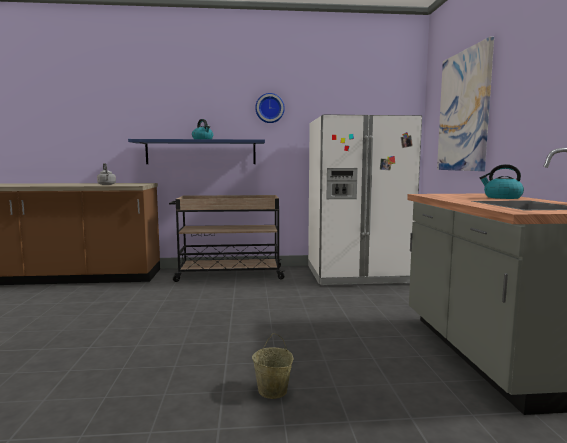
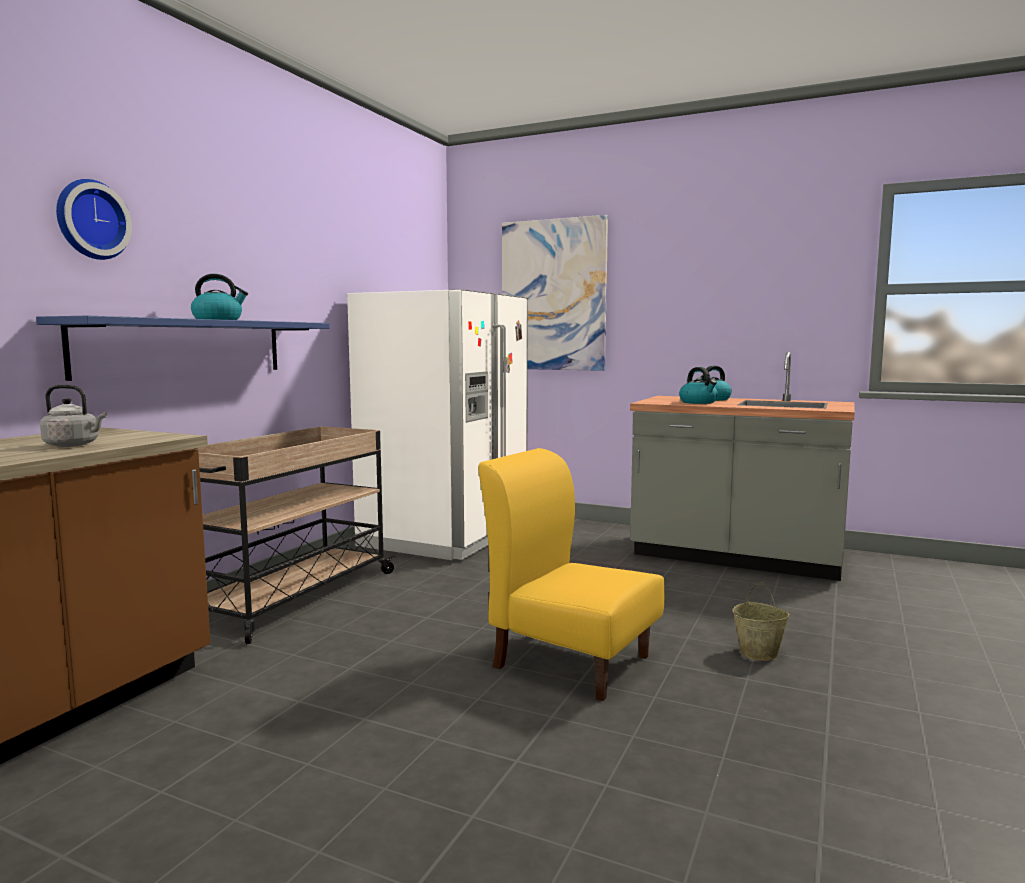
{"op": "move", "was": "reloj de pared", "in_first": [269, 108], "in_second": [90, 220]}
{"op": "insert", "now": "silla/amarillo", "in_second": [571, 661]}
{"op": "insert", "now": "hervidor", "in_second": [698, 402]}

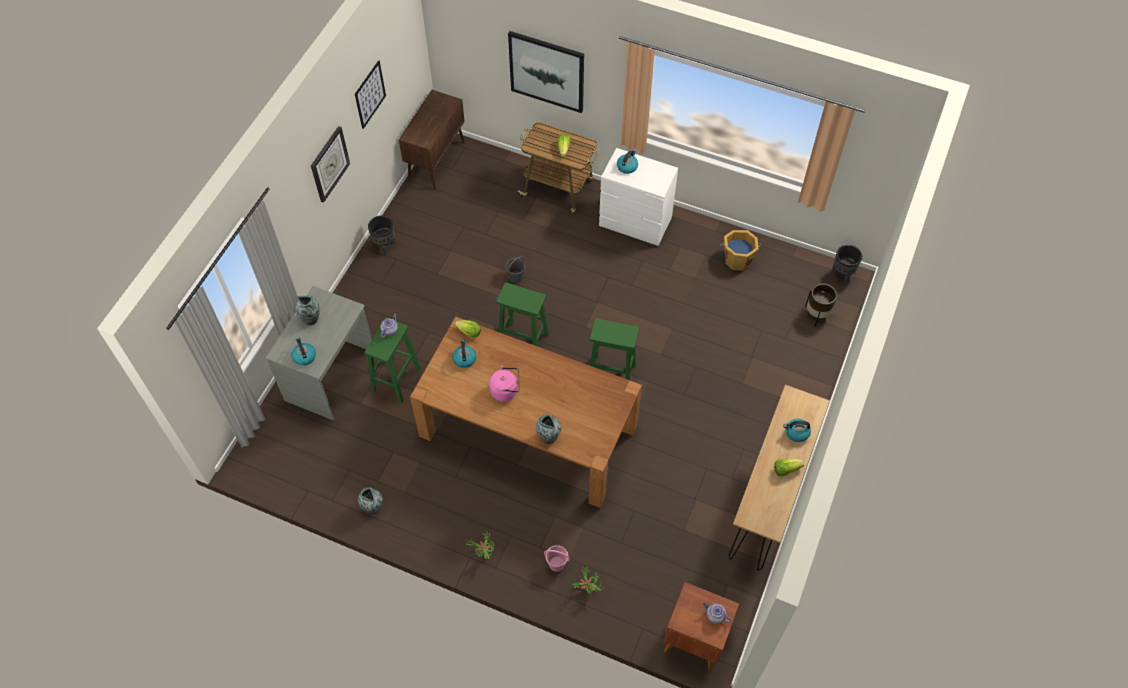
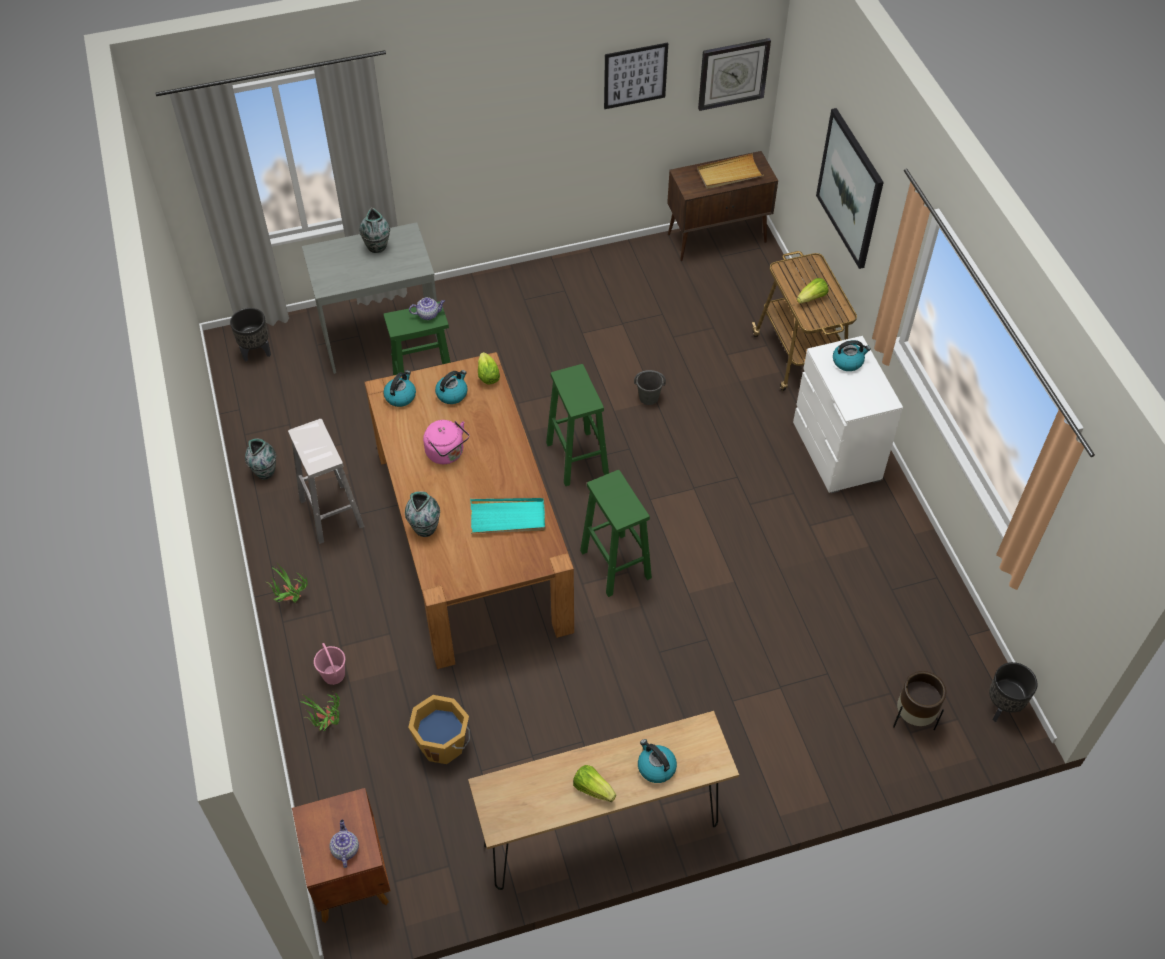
{"op": "move", "was": "maceta/negro", "in_first": [385, 246], "in_second": [256, 352]}
{"op": "insert", "now": "taburete/blanco", "in_second": [331, 512]}
{"op": "move", "was": "hervidor", "in_first": [304, 356], "in_second": [400, 396]}
{"op": "move", "was": "cubo/naranja", "in_first": [737, 259], "in_second": [443, 742]}
{"op": "insert", "now": "bandeja/turquesa", "in_second": [508, 517]}
{"op": "insert", "now": "bandeja/beis", "in_second": [729, 174]}
{"op": "move", "was": "reloj de pared", "in_first": [329, 164], "in_second": [733, 73]}

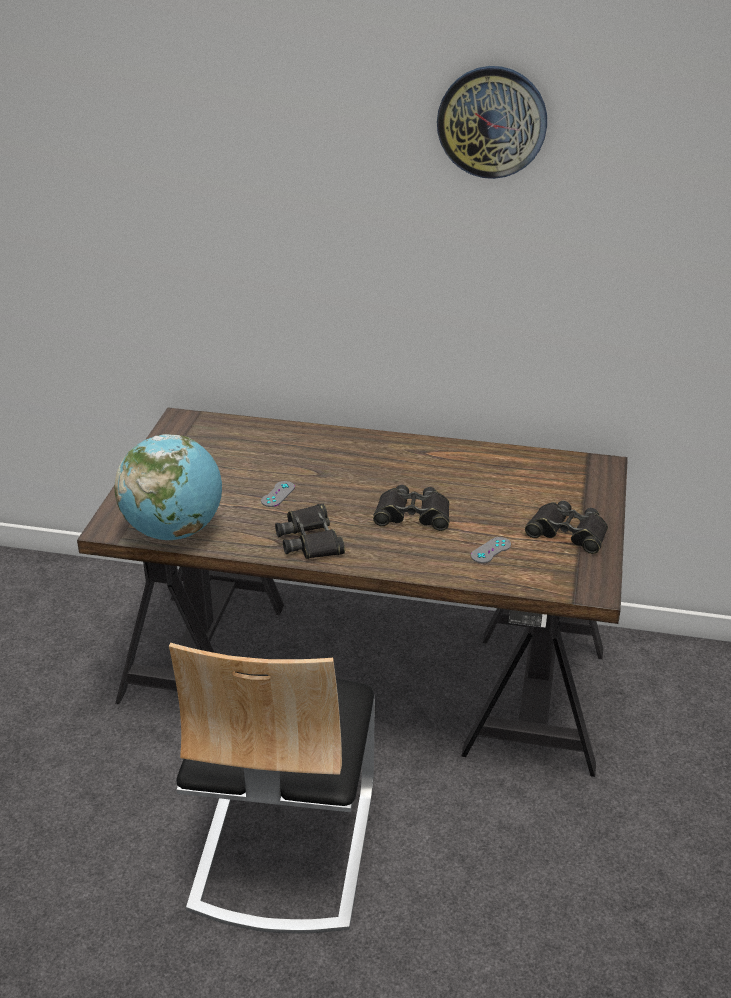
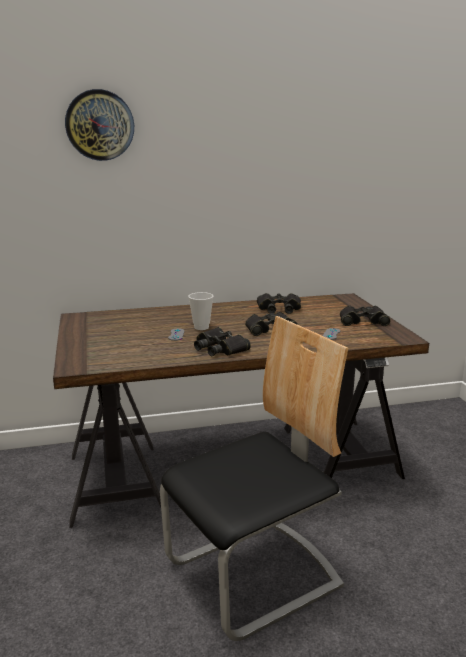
{"op": "move", "was": "reloj de pared", "in_first": [492, 122], "in_second": [100, 125]}
{"op": "rotate", "was": "silla", "in_first": [283, 846], "in_second": [254, 575], "clockwise": -105}
{"op": "insert", "now": "taza", "in_second": [201, 327]}
{"op": "insert", "now": "prismáticos/negro", "in_second": [279, 308]}
{"op": "delete", "was": "globo terráqueo", "in_first": [174, 530]}

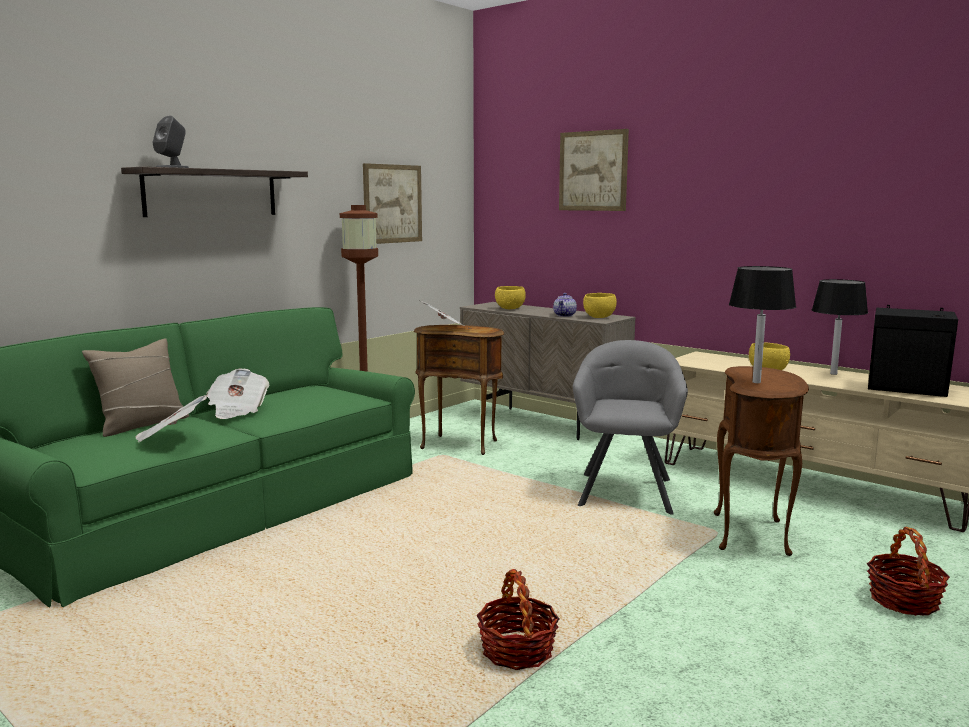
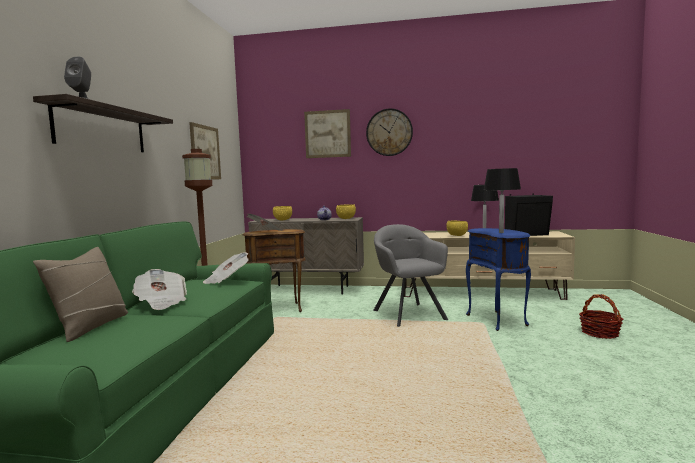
{"op": "move", "was": "periódico", "in_first": [170, 438], "in_second": [227, 280]}
{"op": "insert", "now": "reloj de pared", "in_second": [389, 132]}
{"op": "recolor", "was": "mesa auxiliar/marrón", "now": "mesa auxiliar/azul", "in_first": [754, 535], "in_second": [498, 320]}
{"op": "delete", "was": "cesta", "in_first": [517, 651]}

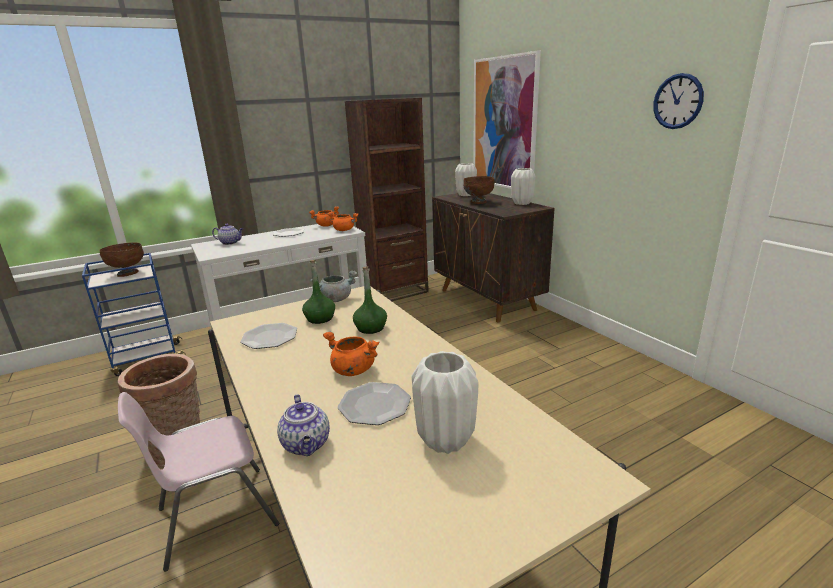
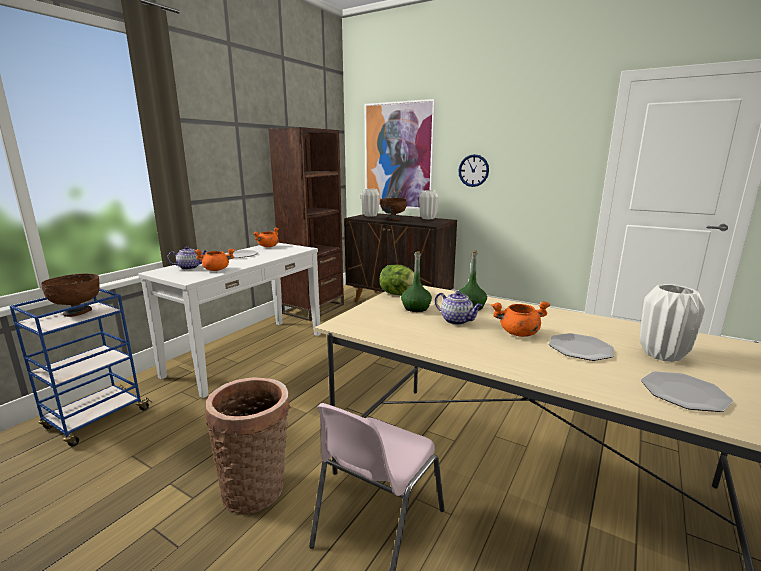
{"op": "move", "was": "olla/naranja", "in_first": [344, 230], "in_second": [217, 270]}
{"op": "replace", "was": "olla/gris", "now": "lechuga", "in_first": [336, 299], "in_second": [398, 294]}
{"op": "move", "was": "tetera", "in_first": [307, 445], "in_second": [457, 321]}
{"op": "move", "was": "reloj de pared", "in_first": [678, 101], "in_second": [473, 170]}
{"op": "move", "was": "plato", "in_first": [269, 337], "in_second": [684, 393]}

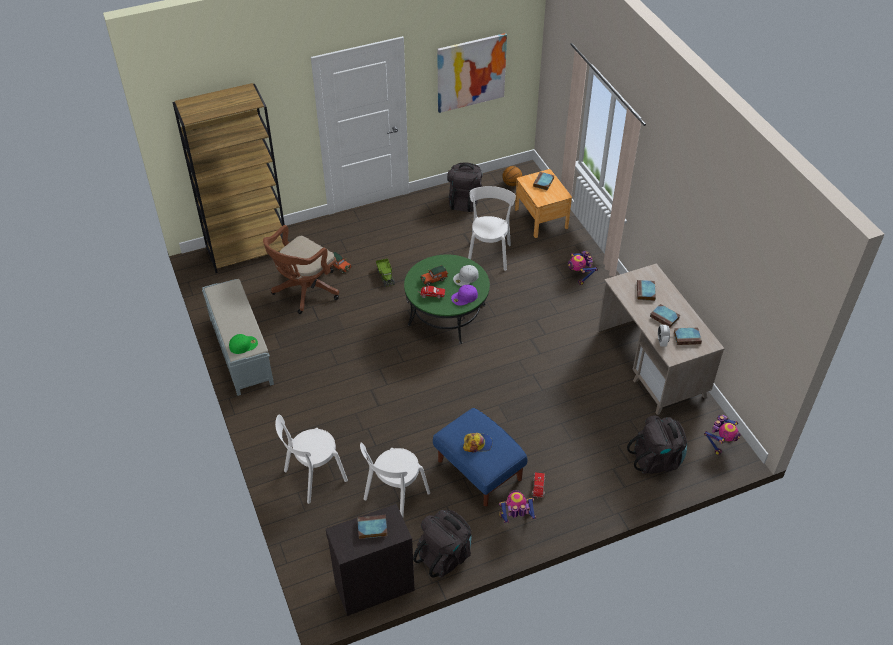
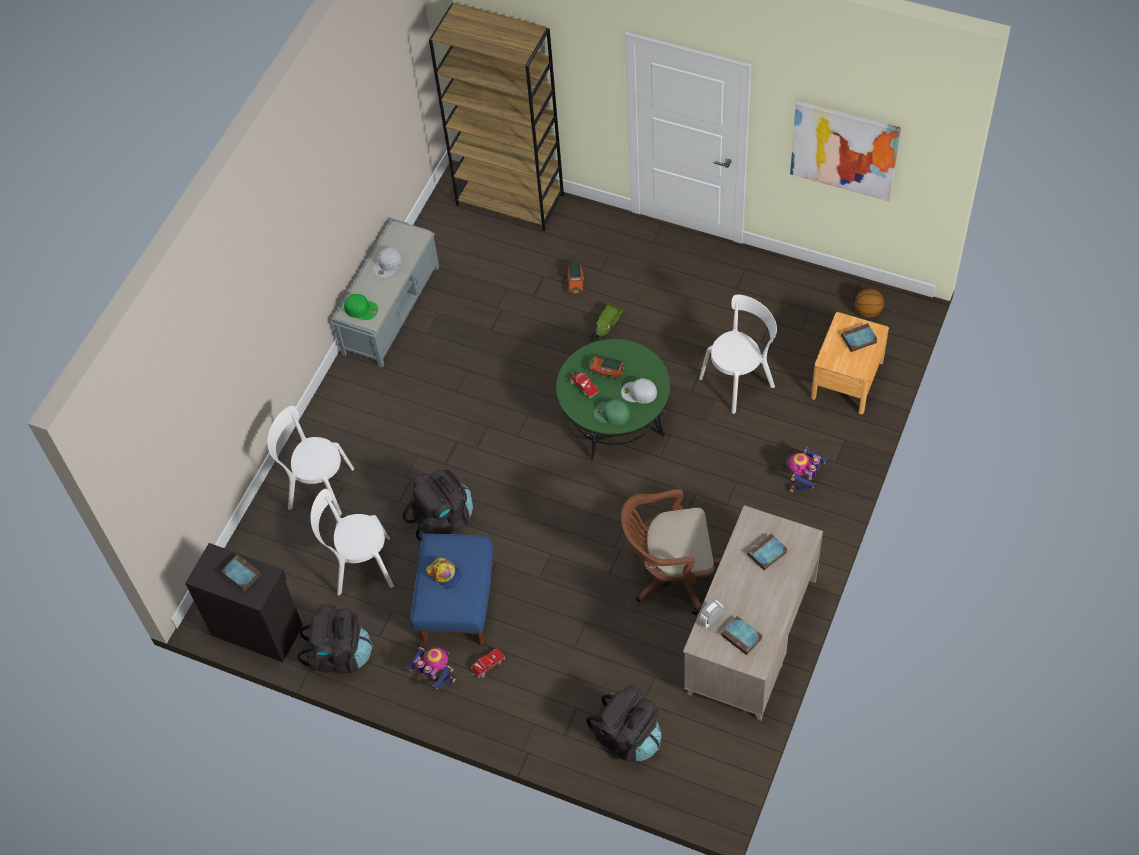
{"op": "insert", "now": "gorra/blanco", "in_second": [388, 265]}
{"op": "move", "was": "mochila/negro", "in_first": [464, 201], "in_second": [443, 519]}
{"op": "recolor", "was": "gorra/morado", "now": "gorra/verde", "in_first": [464, 297], "in_second": [611, 413]}
{"op": "move", "was": "silla de oficina/marrón", "in_first": [304, 291], "in_second": [670, 573]}
{"op": "delete", "was": "libro", "in_first": [665, 317]}
{"op": "delete", "was": "robot de juguete", "in_first": [720, 442]}

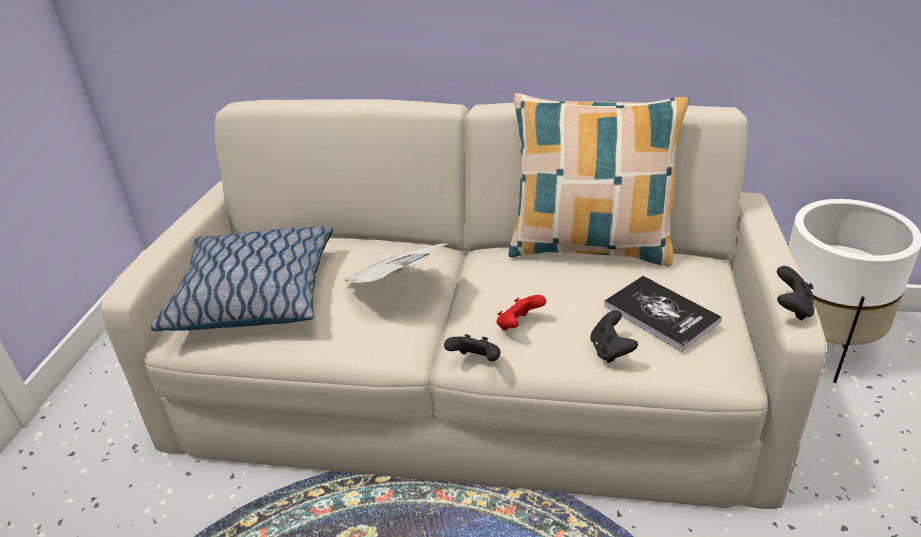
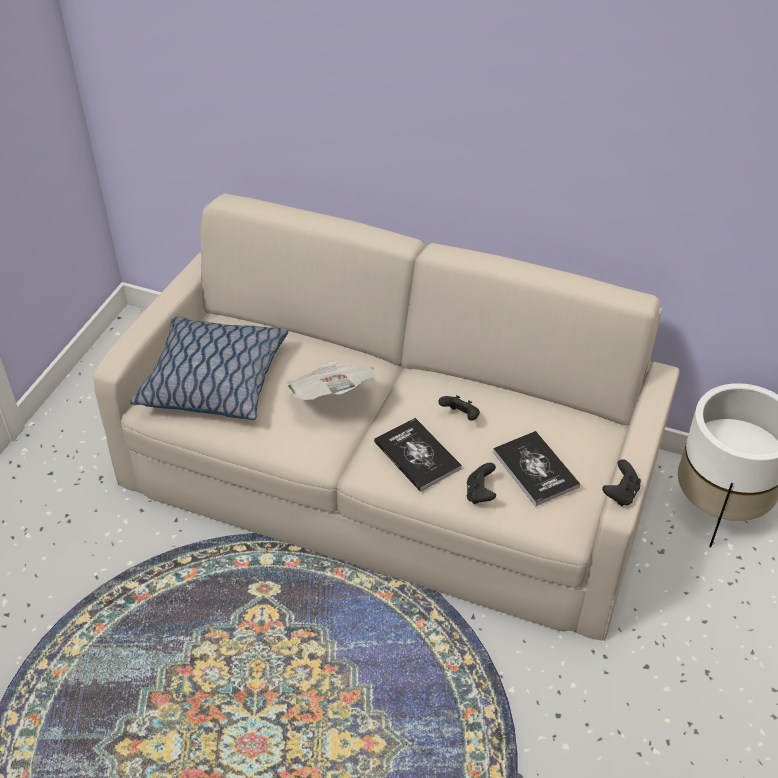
{"op": "replace", "was": "mando de consola/rojo", "now": "libro", "in_first": [518, 325], "in_second": [417, 455]}
{"op": "move", "was": "mando de consola/negro", "in_first": [476, 361], "in_second": [460, 417]}
{"op": "delete", "was": "cojín", "in_first": [590, 247]}

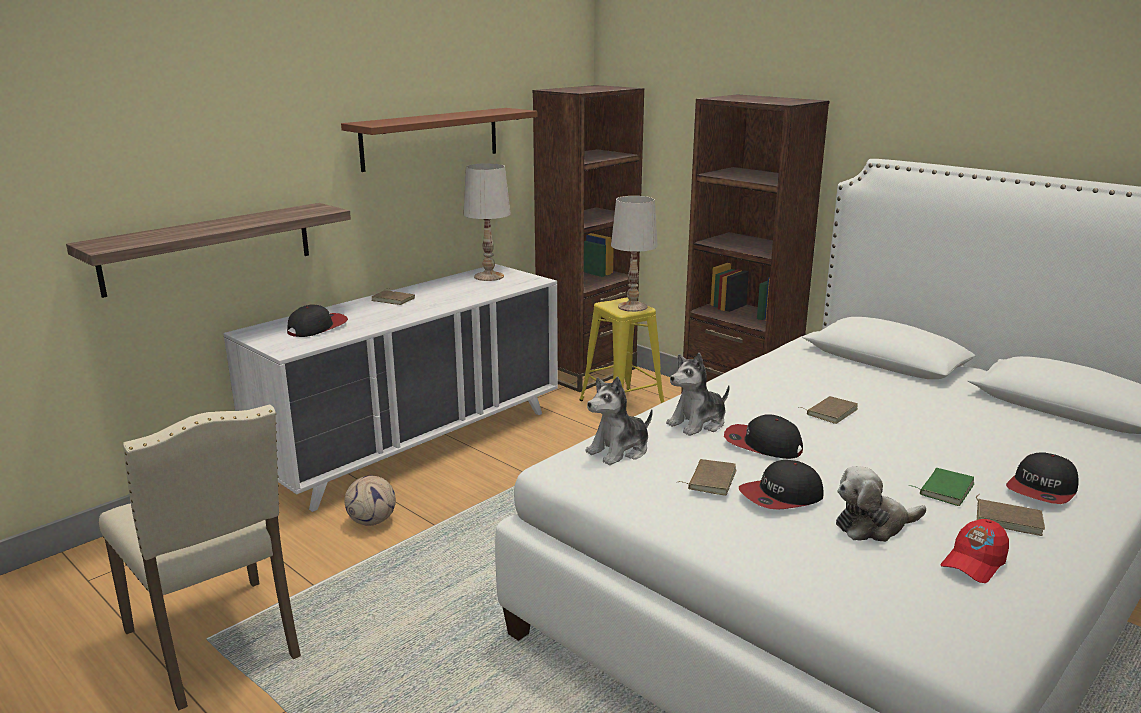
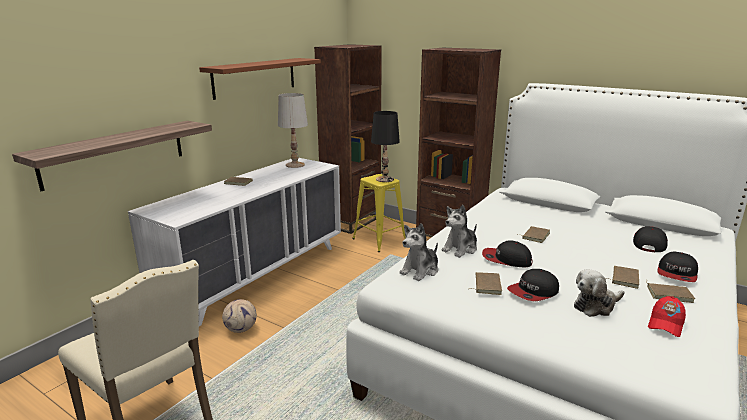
{"op": "recolor", "was": "lámpara de mesa/blanco", "now": "lámpara de mesa/negro", "in_first": [632, 307], "in_second": [385, 179]}
{"op": "recolor", "was": "libro/verde", "now": "libro/marrón", "in_first": [944, 489], "in_second": [623, 278]}
{"op": "move", "was": "gorra", "in_first": [317, 327], "in_second": [649, 243]}

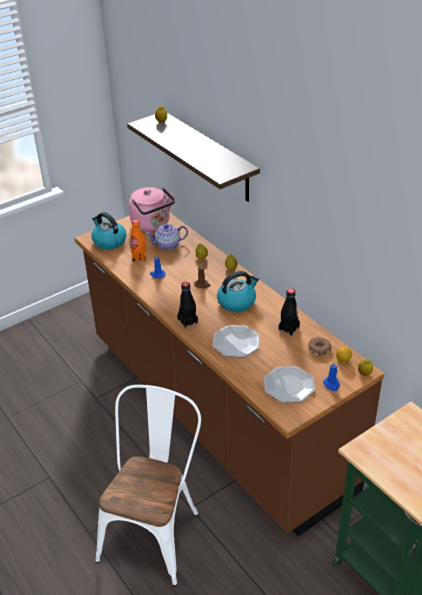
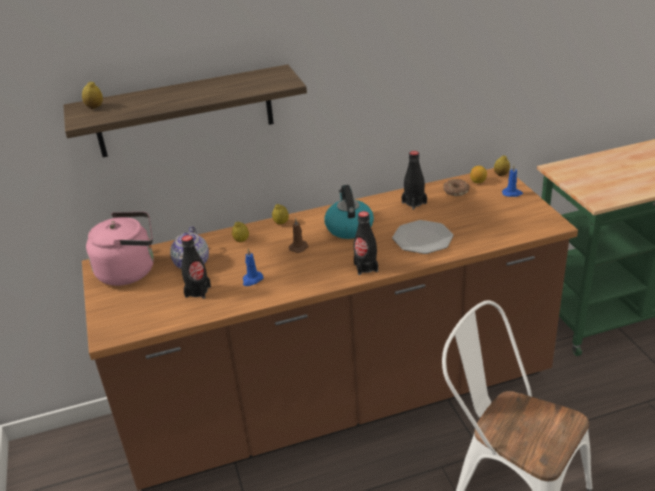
{"op": "recolor", "was": "botella/naranja", "now": "botella/negro", "in_first": [139, 257], "in_second": [198, 291]}
{"op": "delete", "was": "hervidor", "in_first": [109, 241]}
{"op": "delete", "was": "plato", "in_first": [288, 385]}

